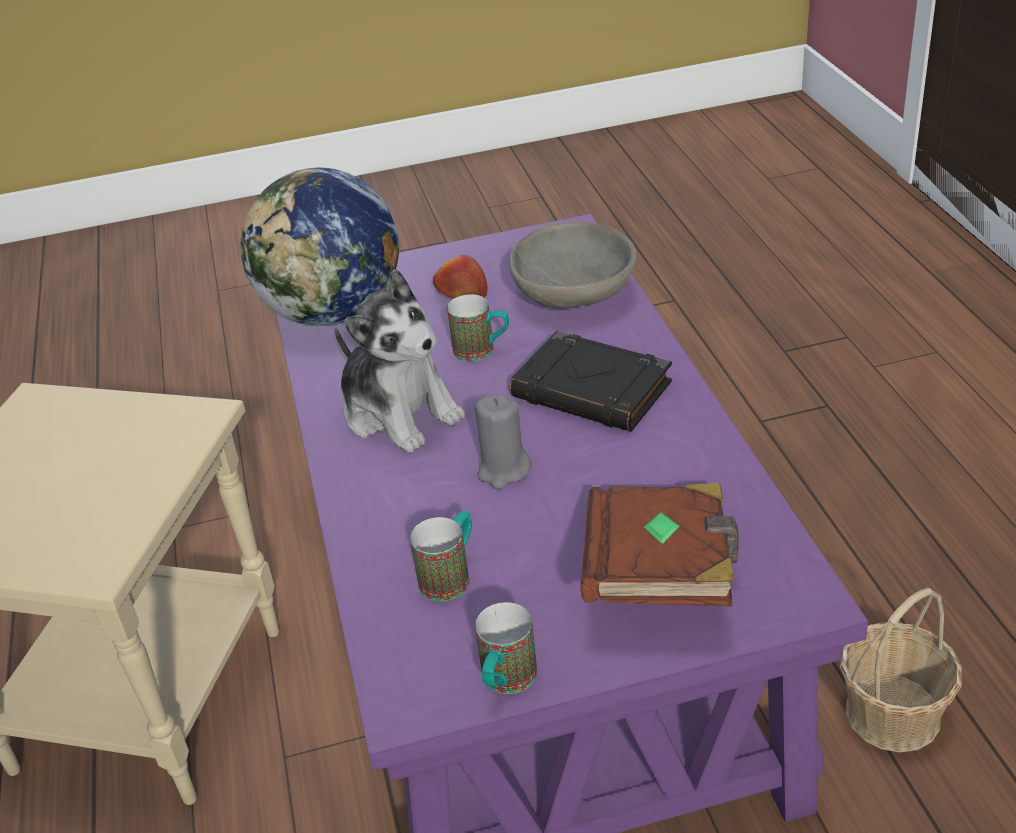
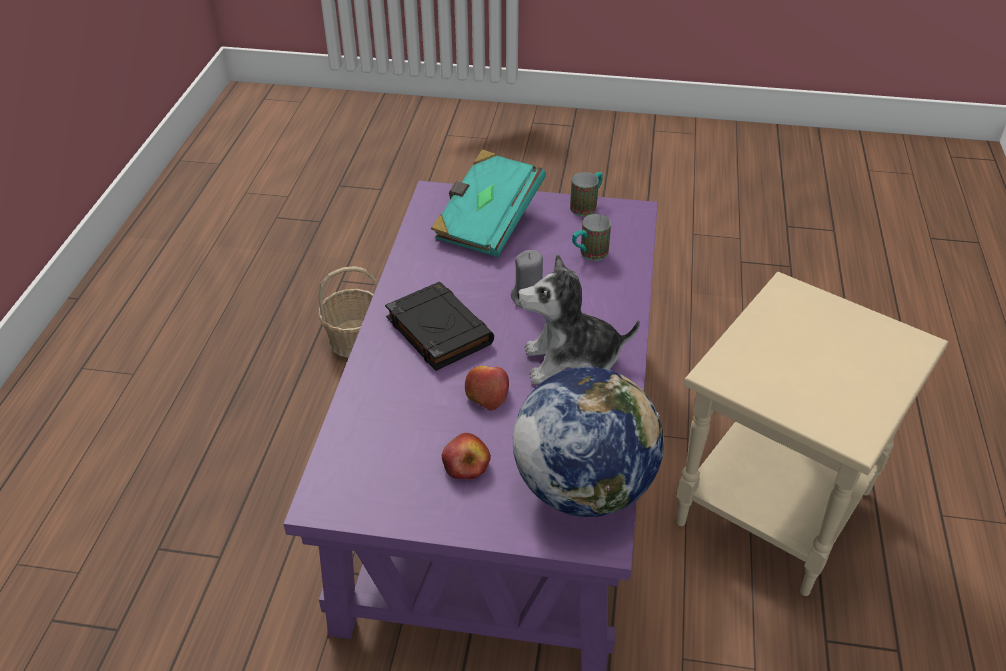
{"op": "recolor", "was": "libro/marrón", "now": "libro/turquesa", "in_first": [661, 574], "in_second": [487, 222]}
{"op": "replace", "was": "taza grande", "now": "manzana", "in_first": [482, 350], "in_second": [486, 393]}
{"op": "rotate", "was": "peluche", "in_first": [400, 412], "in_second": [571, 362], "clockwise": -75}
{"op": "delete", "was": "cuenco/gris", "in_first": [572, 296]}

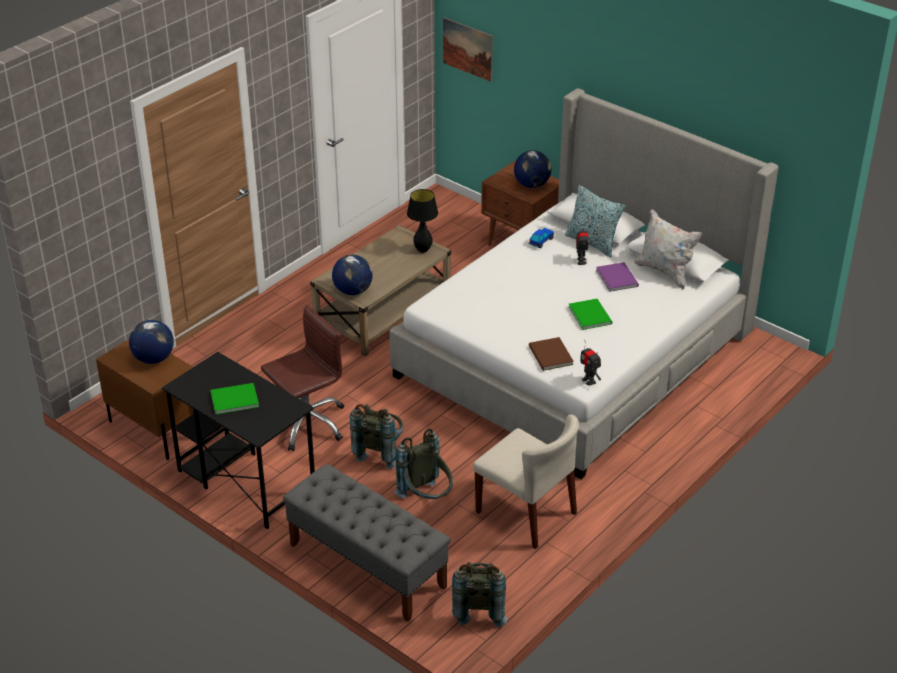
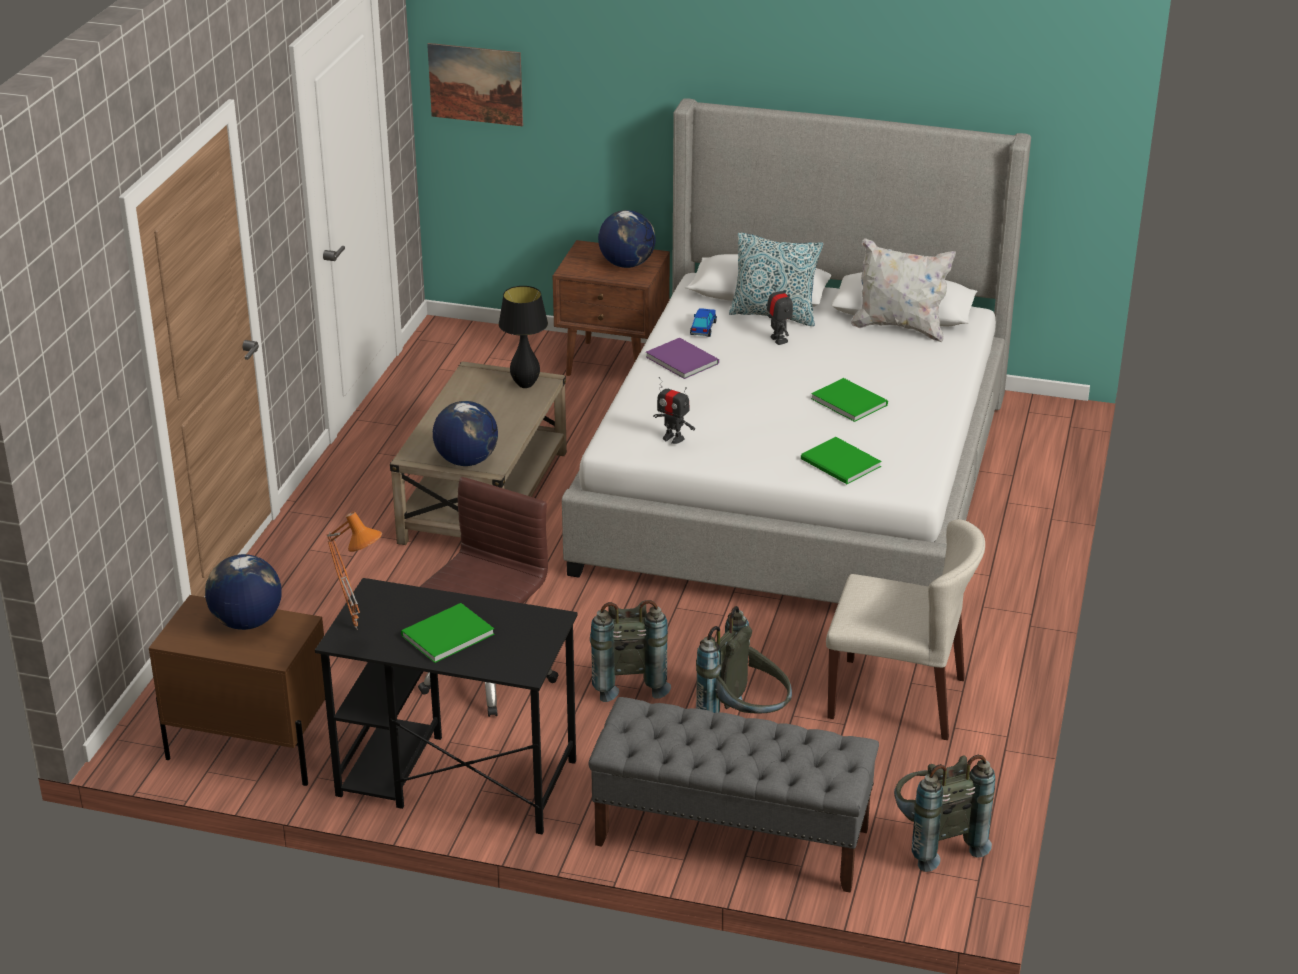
{"op": "insert", "now": "lámpara de mesa/naranja", "in_second": [358, 627]}
{"op": "move", "was": "libro/morado", "in_first": [617, 277], "in_second": [682, 359]}
{"op": "move", "was": "robot de juguete", "in_first": [589, 380], "in_second": [673, 438]}
{"op": "recolor", "was": "libro/marrón", "now": "libro/verde", "in_first": [550, 356], "in_second": [841, 464]}

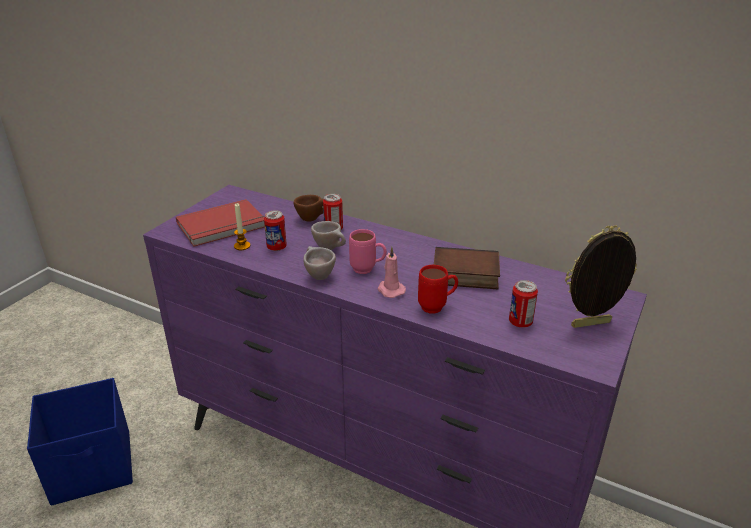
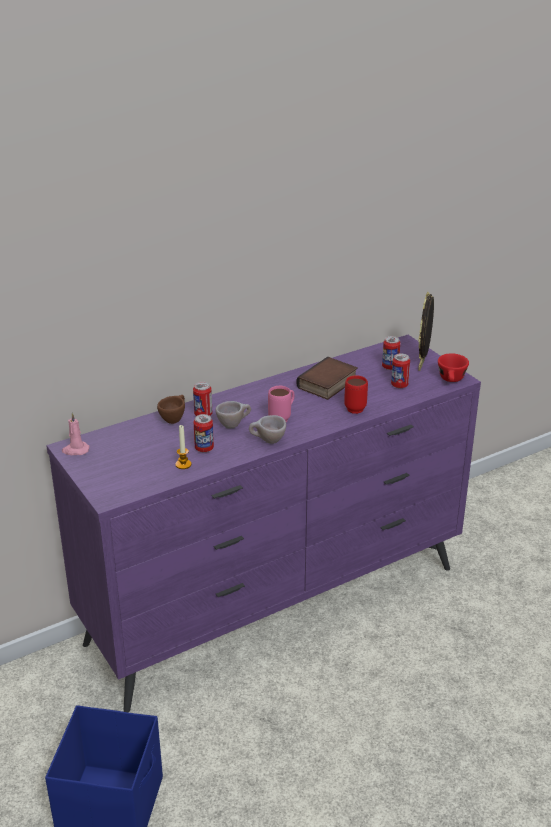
{"op": "move", "was": "vela/rosa", "in_first": [390, 290], "in_second": [75, 450]}
{"op": "insert", "now": "lata", "in_second": [390, 367]}
{"op": "insert", "now": "taza/rojo", "in_second": [451, 380]}
{"op": "delete", "was": "libro/rojo", "in_first": [223, 226]}

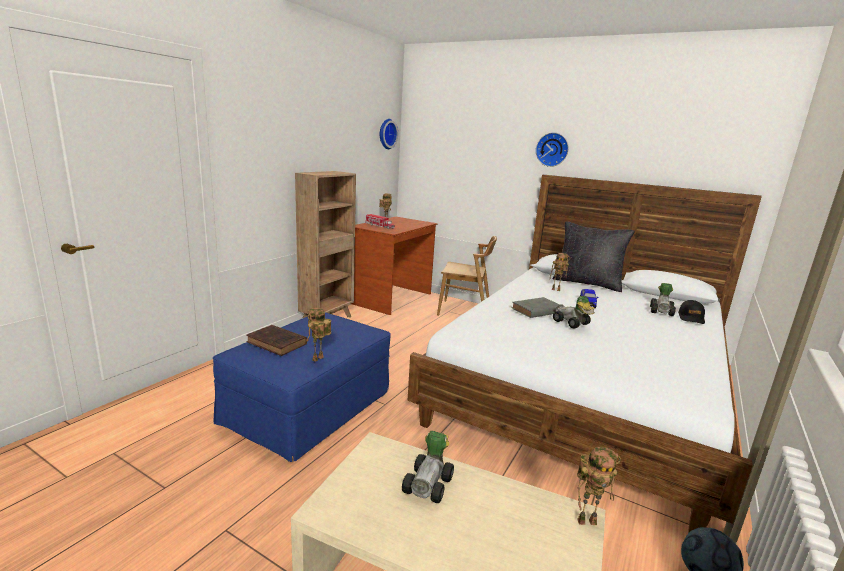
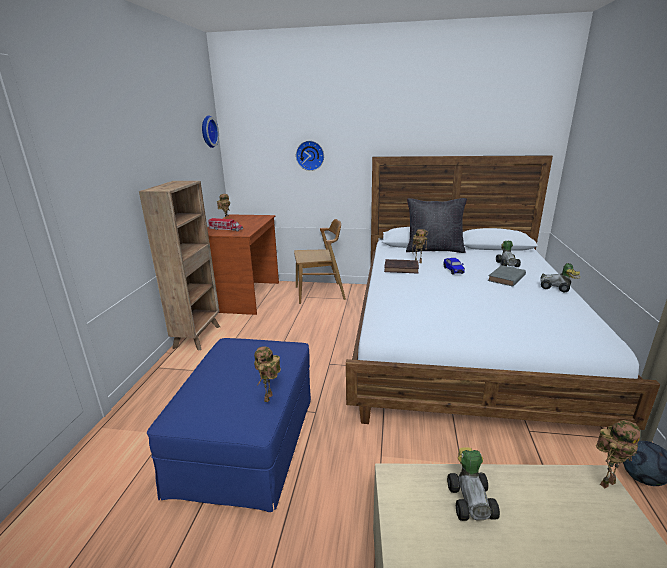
{"op": "move", "was": "reloj de pared", "in_first": [552, 149], "in_second": [310, 155]}
{"op": "move", "was": "libro/marrón", "in_first": [278, 343], "in_second": [402, 268]}
{"op": "move", "was": "libro/gris", "in_first": [536, 310], "in_second": [506, 278]}
{"op": "move", "was": "coche de juguete", "in_first": [571, 323], "in_second": [556, 288]}
{"op": "delete", "was": "gorra/negro", "in_first": [691, 318]}

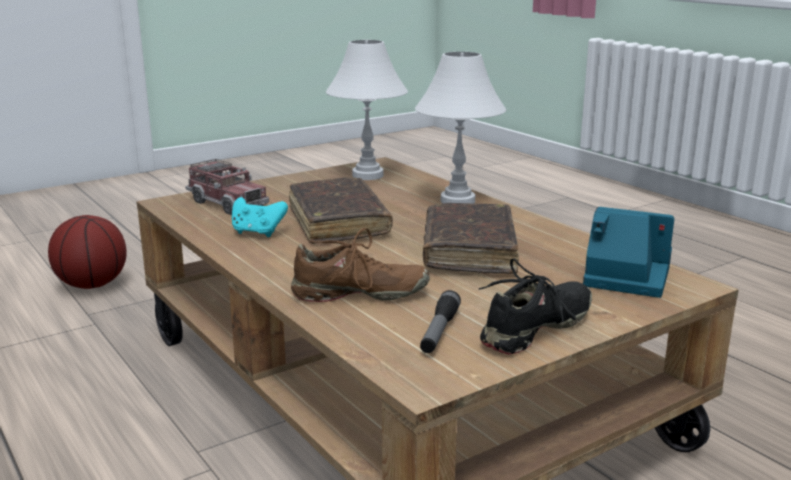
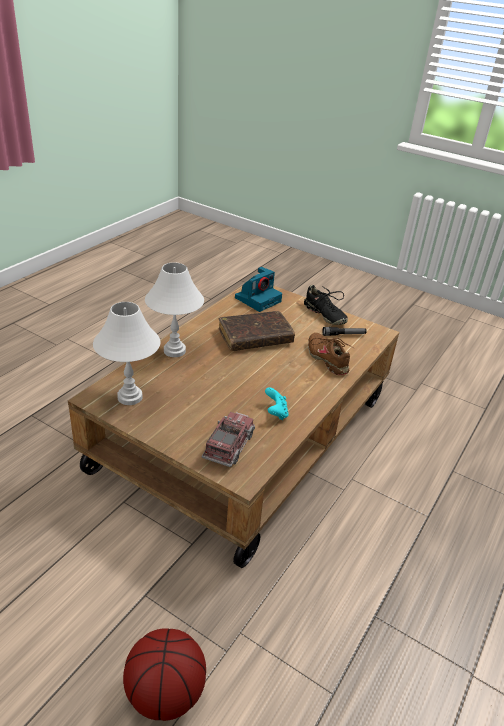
{"op": "rotate", "was": "cámara", "in_first": [624, 276], "in_second": [258, 299], "clockwise": -135}
{"op": "rotate", "was": "zapato/negro", "in_first": [537, 330], "in_second": [324, 315], "clockwise": -150}
{"op": "delete", "was": "libro/marrón", "in_first": [338, 222]}

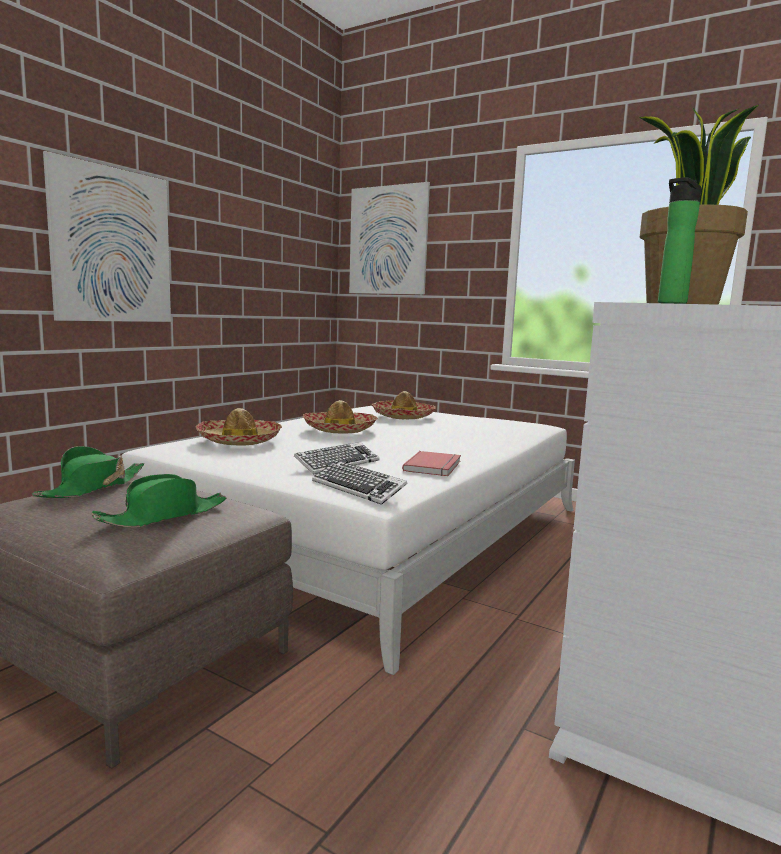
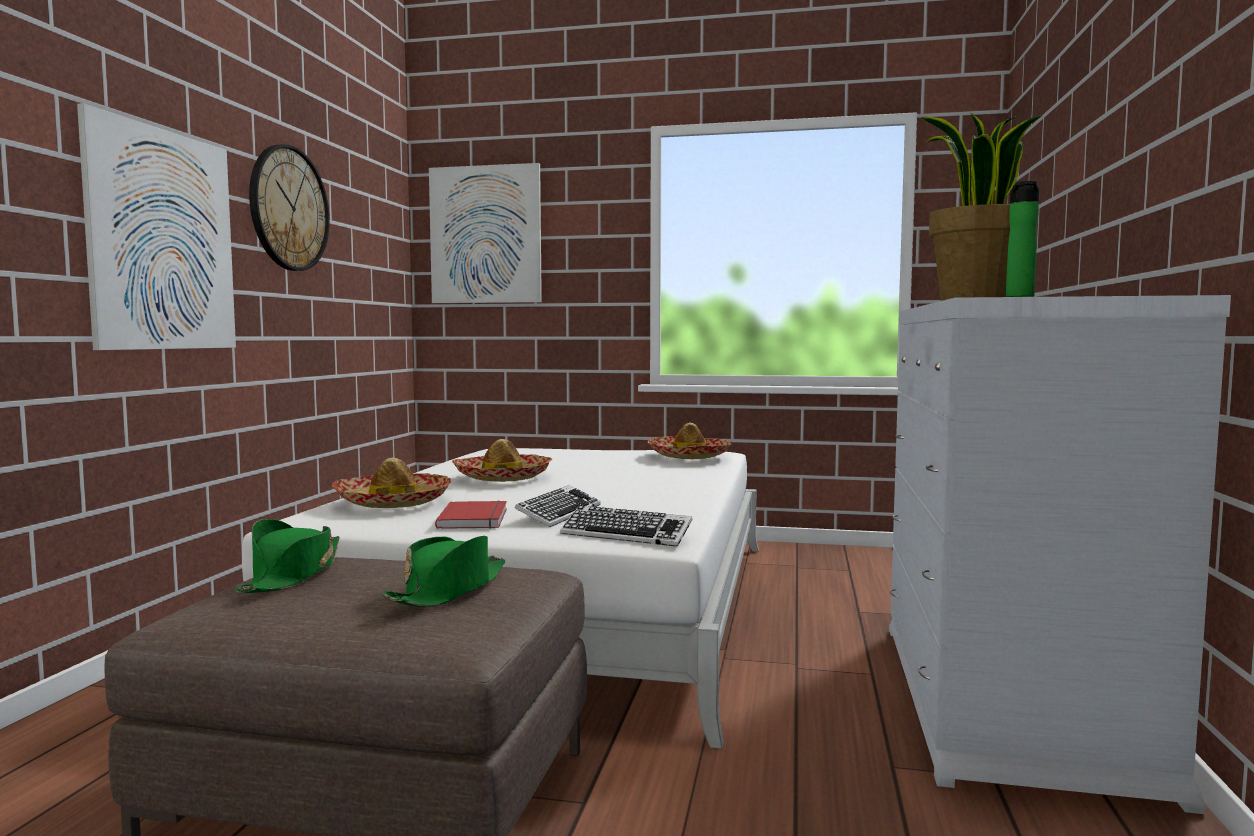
{"op": "insert", "now": "reloj de pared", "in_second": [289, 208]}
{"op": "move", "was": "libro/rojo", "in_first": [434, 466], "in_second": [476, 518]}
{"op": "move", "was": "sombrero", "in_first": [403, 416], "in_second": [689, 456]}

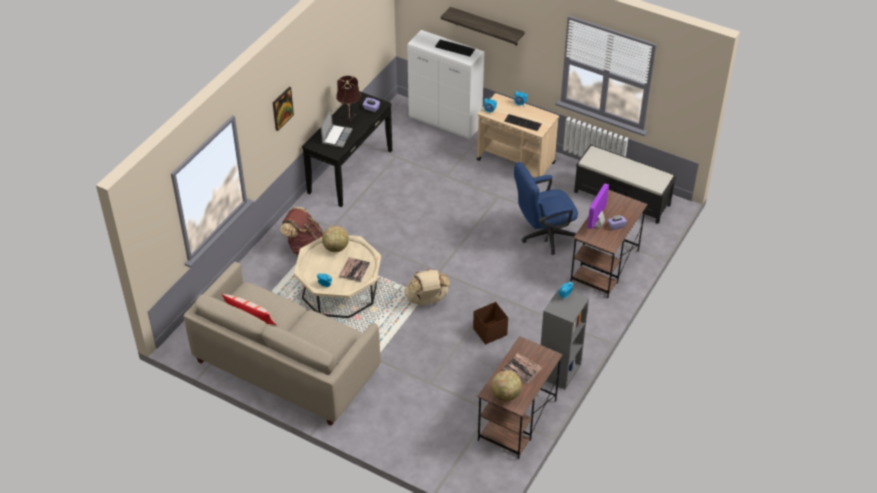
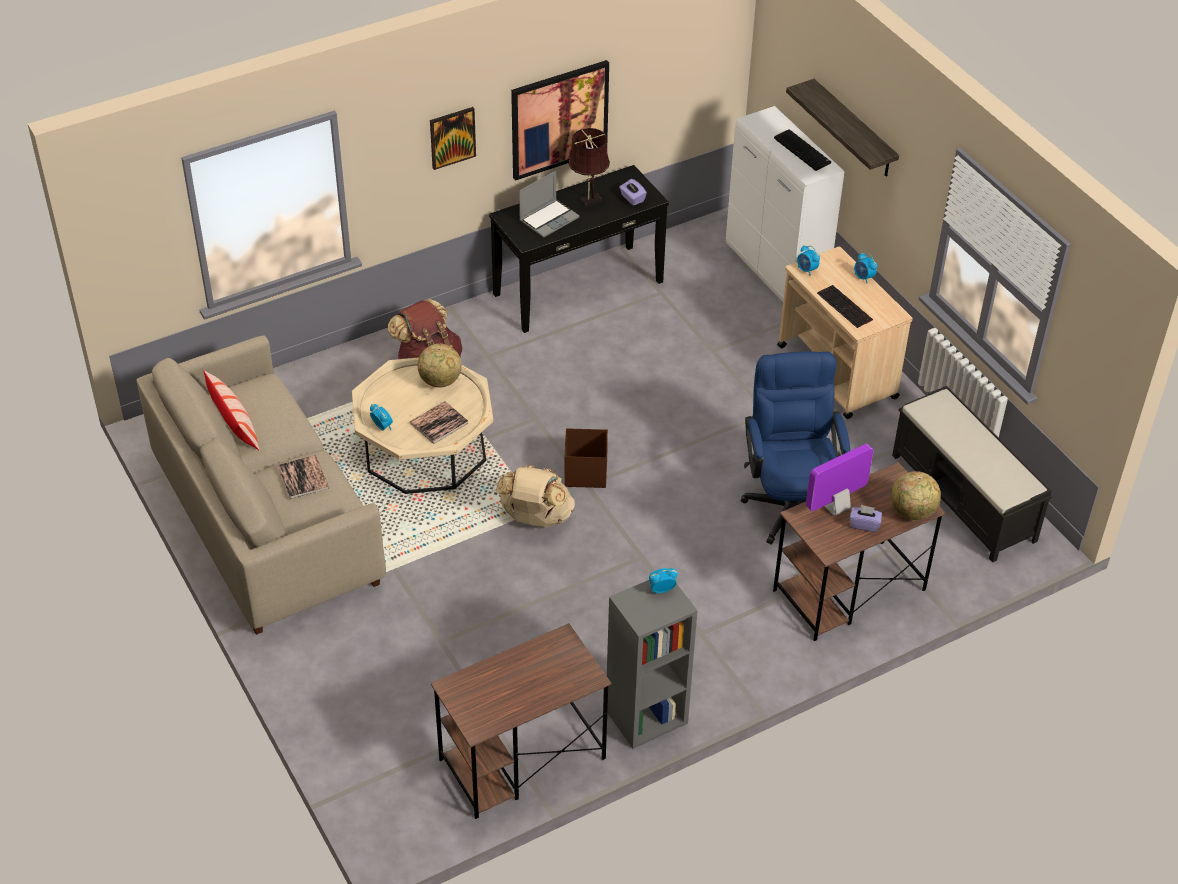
{"op": "move", "was": "libro", "in_first": [522, 368], "in_second": [303, 478]}
{"op": "insert", "now": "cuadro", "in_second": [559, 119]}
{"op": "move", "was": "caja de almacenaje/marrón", "in_first": [489, 332], "in_second": [584, 473]}
{"op": "rotate", "was": "silla de oficina/azul", "in_first": [544, 236], "in_second": [789, 501], "clockwise": 75}
{"op": "move", "was": "globo terráqueo", "in_first": [506, 395], "in_second": [912, 512]}

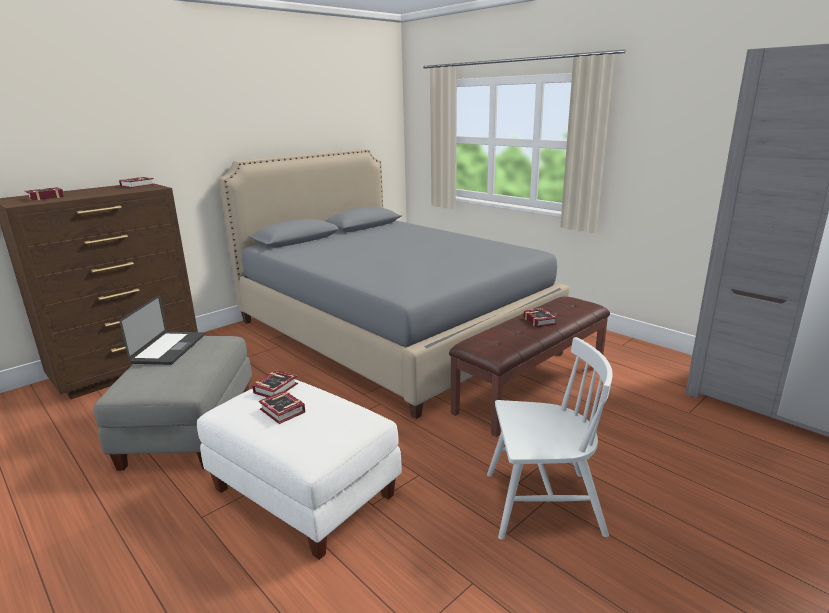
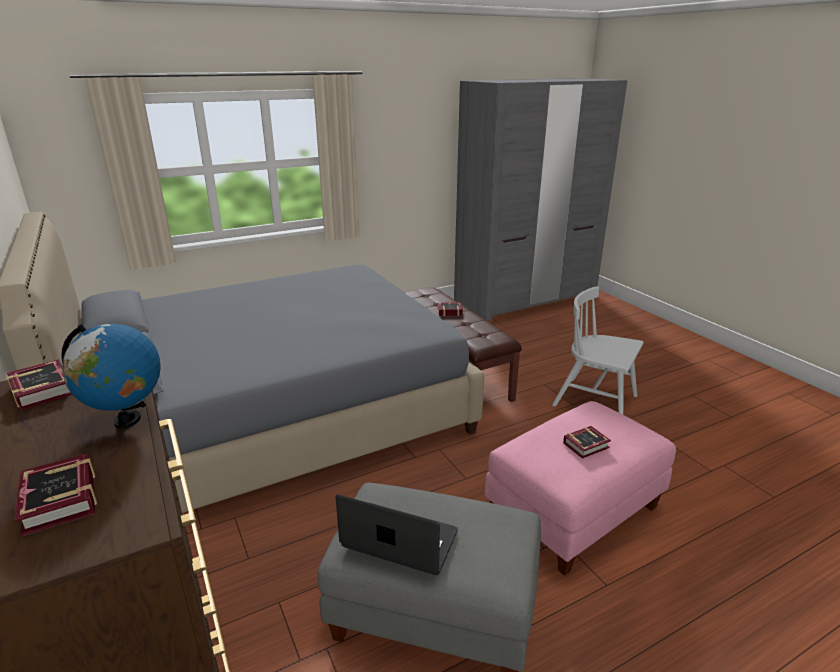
{"op": "insert", "now": "globo terráqueo", "in_second": [127, 420]}
{"op": "recolor", "was": "puf/blanco", "now": "puf/rosa", "in_first": [302, 492], "in_second": [574, 512]}
{"op": "rotate", "was": "silla/blanco", "in_first": [542, 504], "in_second": [595, 401], "clockwise": -75}
{"op": "delete", "was": "libro", "in_first": [278, 388]}

